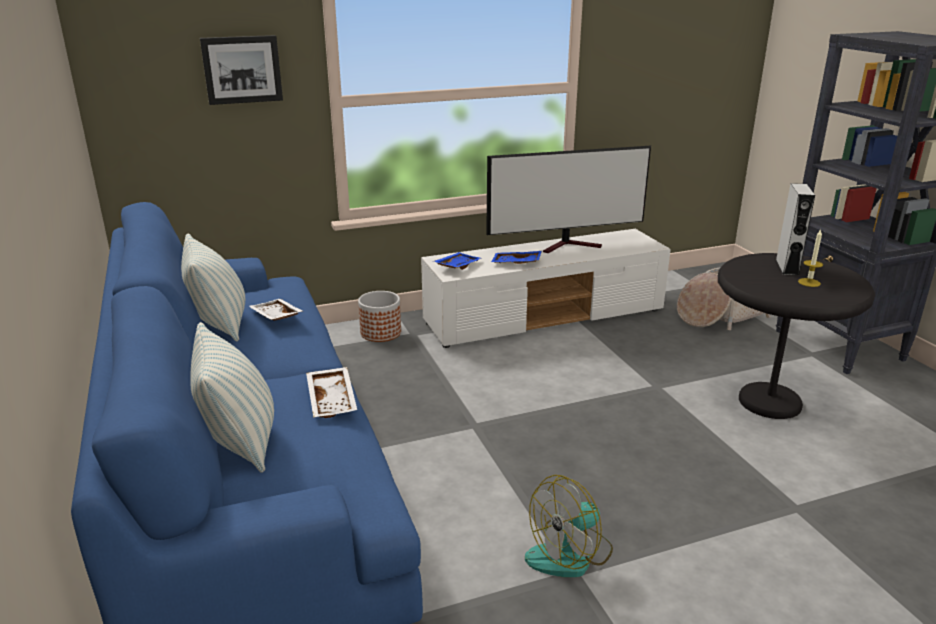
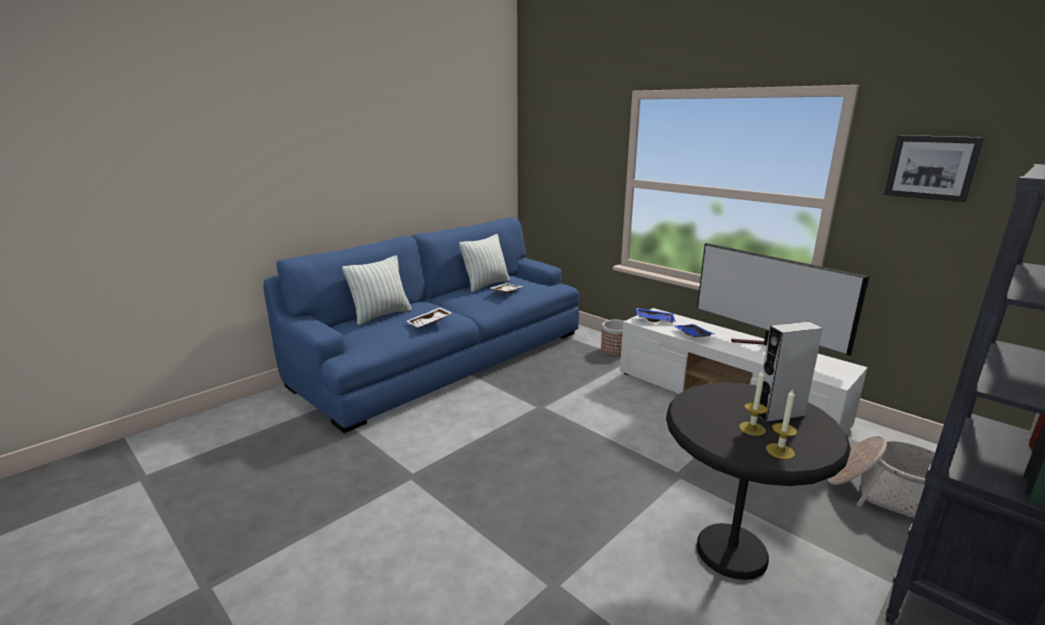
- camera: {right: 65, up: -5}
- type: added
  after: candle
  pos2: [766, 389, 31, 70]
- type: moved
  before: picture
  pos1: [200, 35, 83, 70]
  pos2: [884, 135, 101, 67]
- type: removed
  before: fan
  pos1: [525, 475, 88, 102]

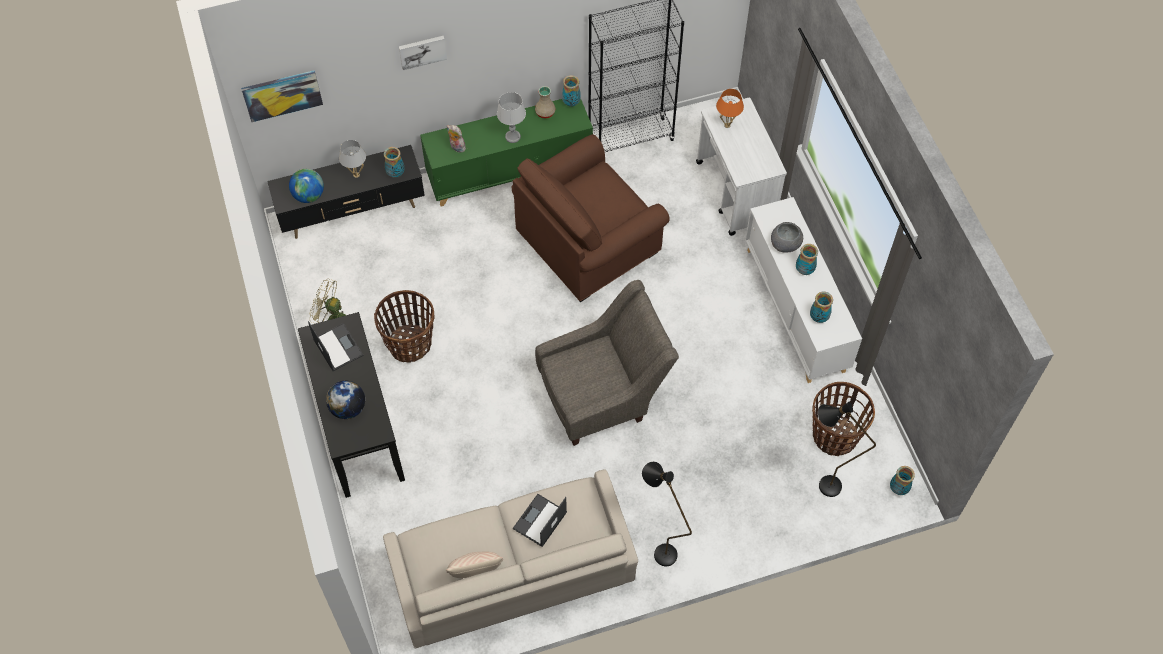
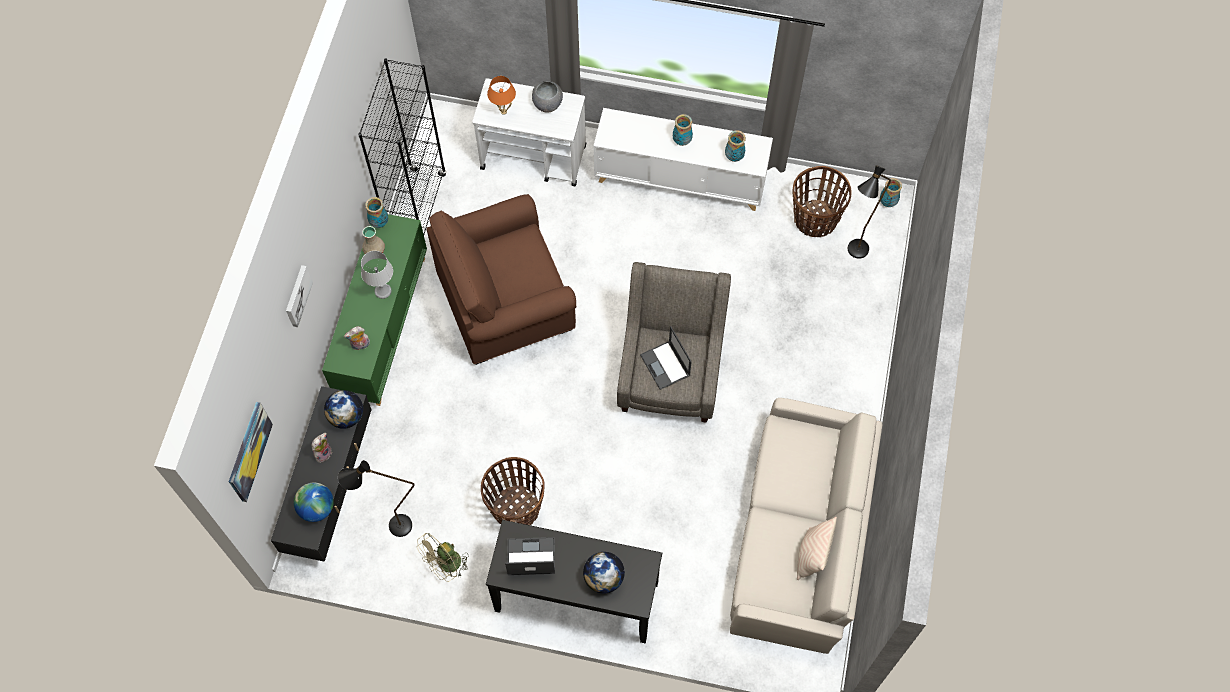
- camera: {right: -60, up: 5}
- type: replaced
  before: table lamp/white
  after: plush toy
  pos1: [339, 140, 27, 38]
  pos2: [311, 433, 21, 30]
- type: replaced
  before: vase
  after: globe
  pos1: [384, 147, 21, 31]
  pos2: [324, 390, 39, 39]
- type: moved
  before: floor lamp/black
  pos1: [642, 462, 50, 104]
  pos2: [338, 460, 77, 77]
- type: turned
  before: armchair/brown
  pos1: [511, 134, 159, 168]
  pos2: [426, 194, 150, 171]
  turn: 75
- type: moved
  before: bowl/grey
  pos1: [771, 222, 32, 30]
  pos2: [532, 81, 31, 32]
- type: moved
  before: laptop
  pos1: [512, 494, 55, 53]
  pos2: [640, 326, 52, 64]

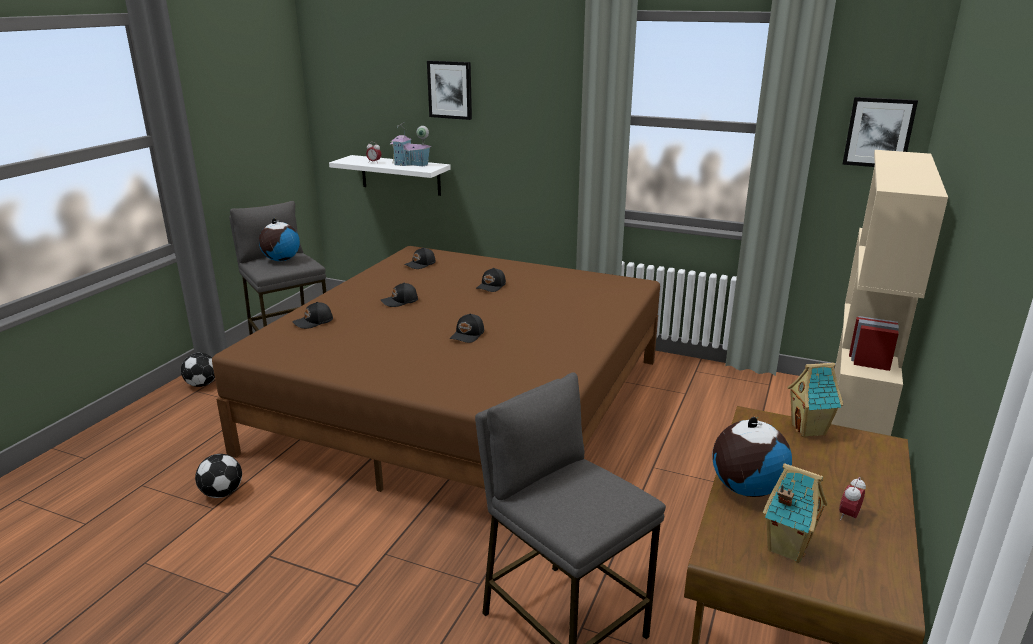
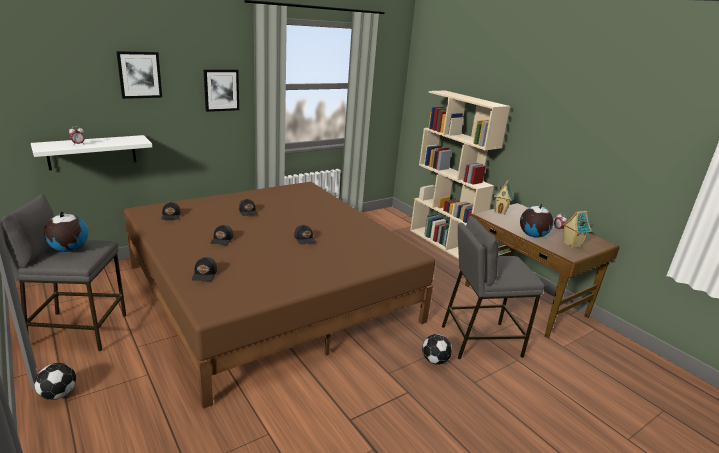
- camera: {right: -60, up: 0}
- type: moved
  before: picture
  pos1: [842, 97, 76, 70]
  pos2: [203, 69, 36, 43]
- type: moved
  before: football
  pos1: [195, 454, 47, 44]
  pos2: [422, 334, 30, 31]
- type: removed
  before: toy house
  pos1: [389, 122, 43, 44]

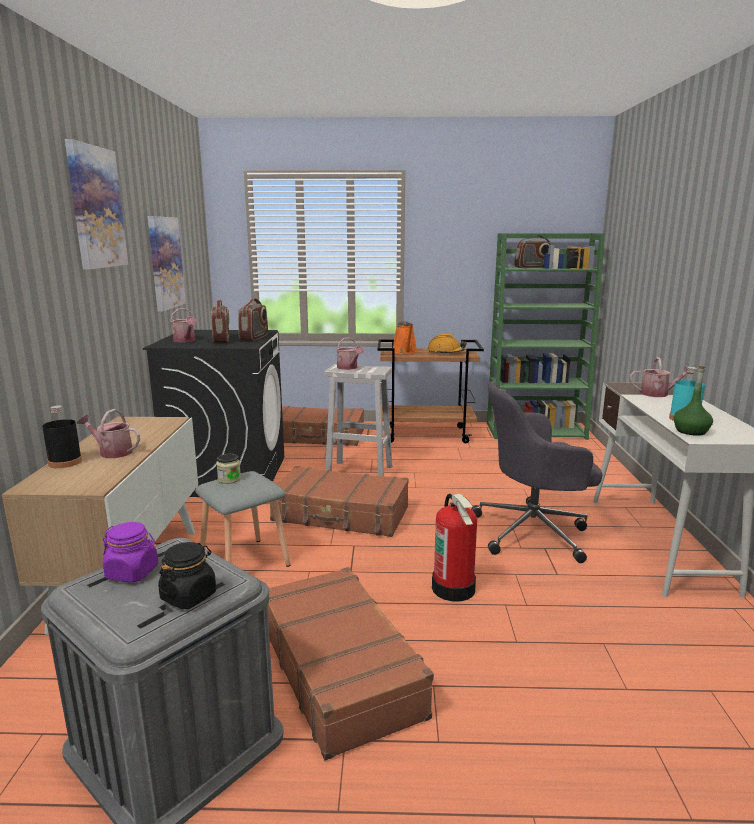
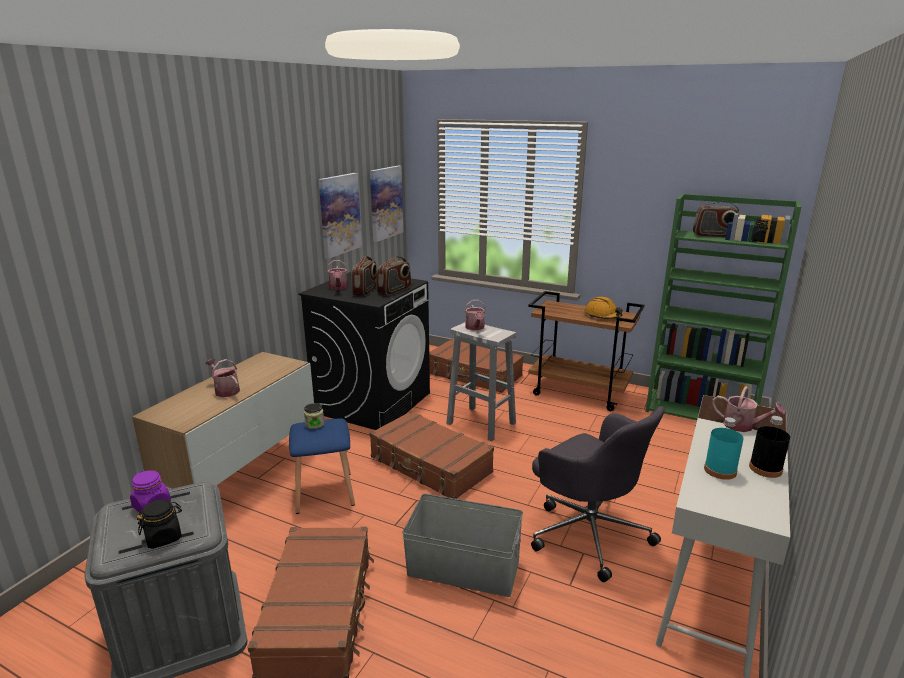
- camera: {right: 25, up: 5}
- type: recoloured
  before: stool/grey
  after: stool/blue
  pos1: [195, 471, 96, 96]
  pos2: [289, 418, 66, 96]
- type: moved
  before: picture
  pos1: [65, 139, 63, 131]
  pos2: [370, 166, 33, 76]
- type: replaced
  before: fire extinguisher
  after: storage box/grey
  pos1: [432, 494, 45, 108]
  pos2: [402, 494, 121, 103]
- type: turned
  before: office chair/grey
  pos1: [471, 381, 131, 182]
  pos2: [531, 406, 133, 176]
  turn: -150
- type: moved
  before: bottle/black
  pos1: [42, 406, 40, 62]
  pos2: [749, 416, 41, 62]
- type: removed
  before: watering can/orange
  pos1: [393, 321, 25, 33]
- type: removed
  before: bottle/green
  pos1: [673, 365, 40, 71]

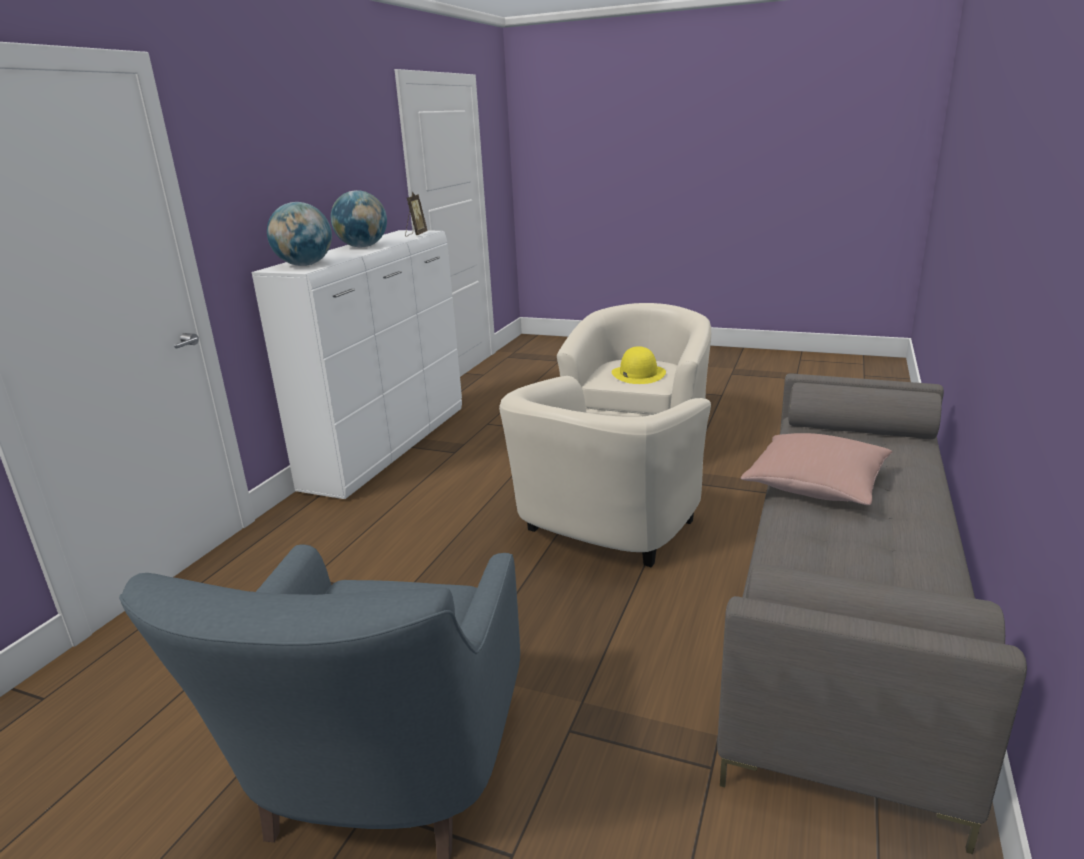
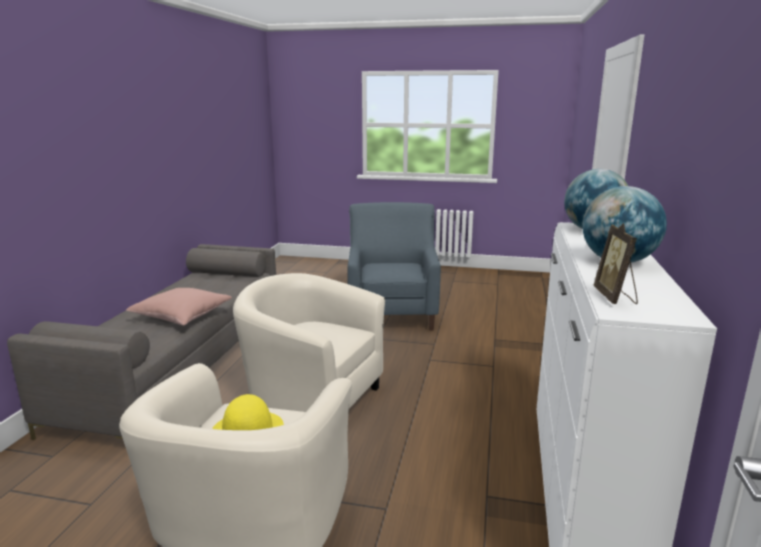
- camera: {right: 170, up: -5}
- type: turned
  before: armchair/beige
  pos1: [499, 376, 212, 191]
  pos2: [233, 273, 152, 139]
  turn: -90

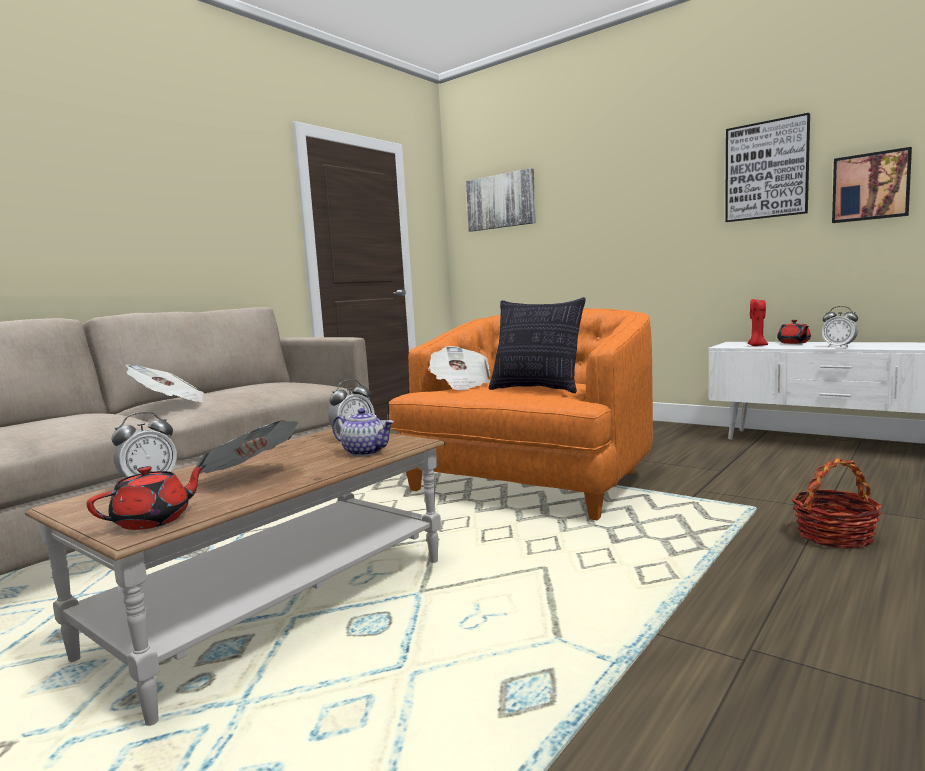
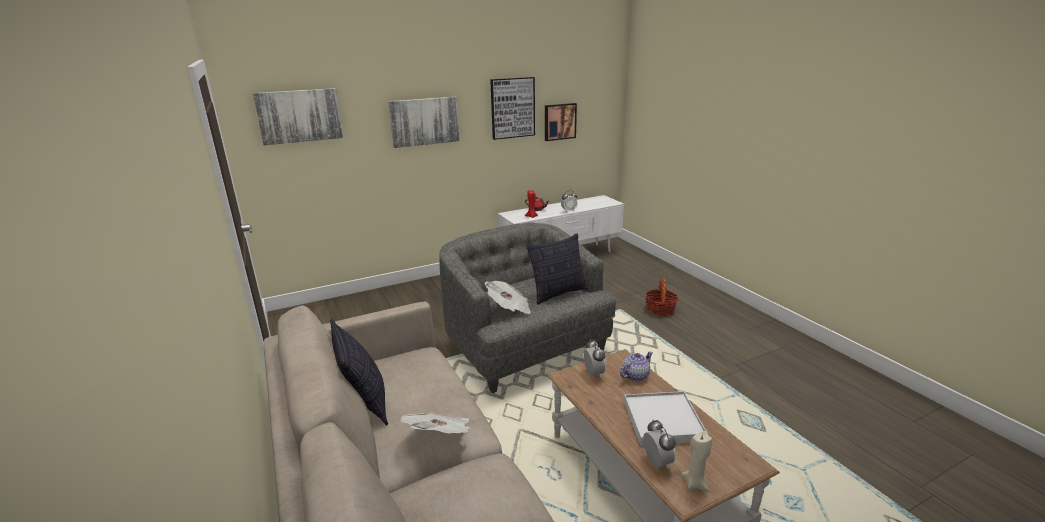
- camera: {right: -65, up: 15}
- type: added
  after: pillow
  pos2: [330, 319, 58, 107]
- type: added
  after: picture
  pos2: [388, 97, 72, 51]
- type: recoloured
  before: armchair/orange
  after: armchair/grey
  pos1: [389, 308, 264, 213]
  pos2: [440, 222, 176, 171]
- type: replaced
  before: newspaper
  after: tray/white
  pos1: [195, 420, 103, 54]
  pos2: [624, 391, 84, 55]
- type: added
  after: candle/beige
  pos2: [681, 431, 31, 61]
- type: removed
  before: teapot/red
  pos1: [86, 464, 121, 66]

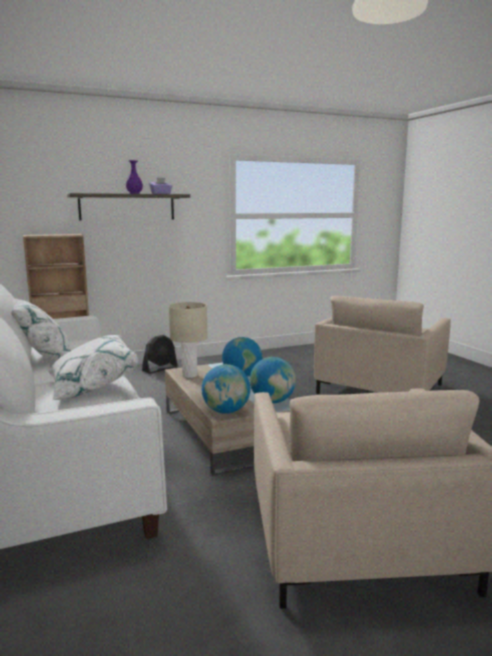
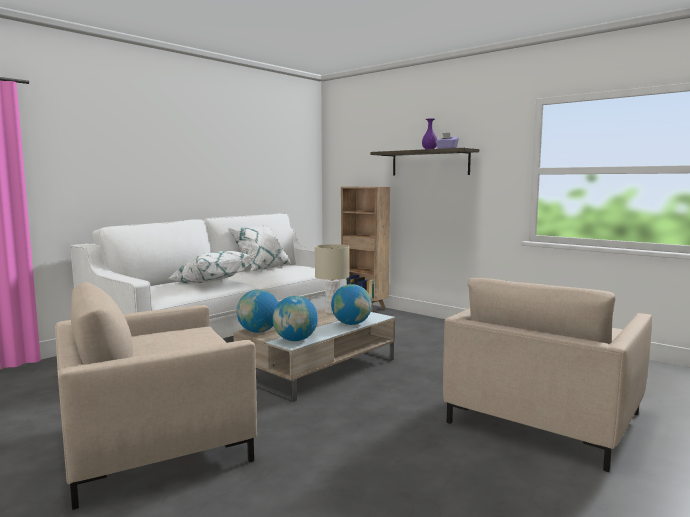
- camera: {right: 65, up: -5}
- type: turned
  before: armchair/beige
  pos1: [314, 296, 137, 98]
  pos2: [443, 278, 209, 194]
  turn: -60
- type: removed
  before: fan/black
  pos1: [142, 335, 36, 39]

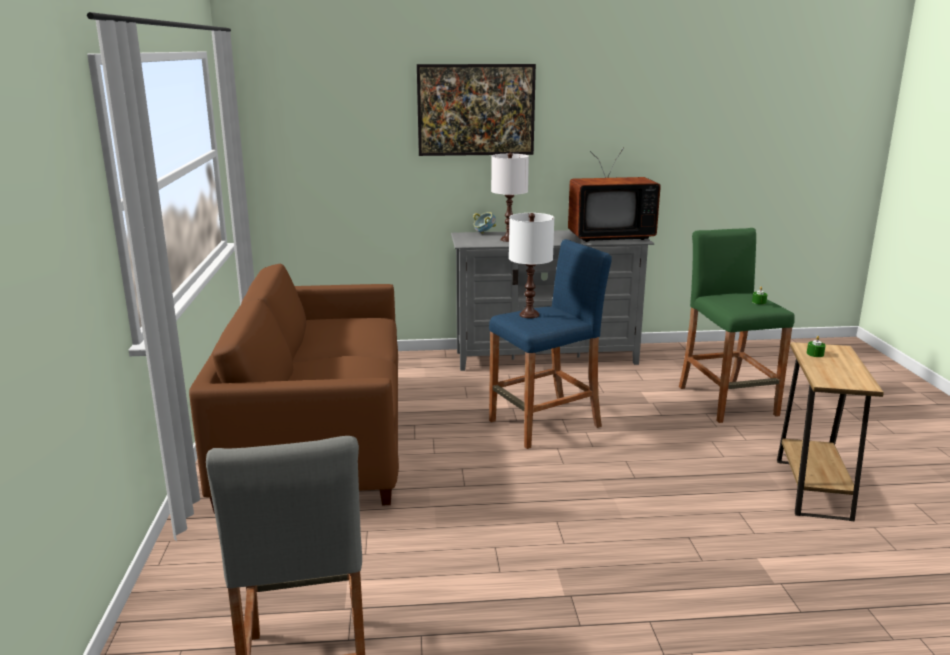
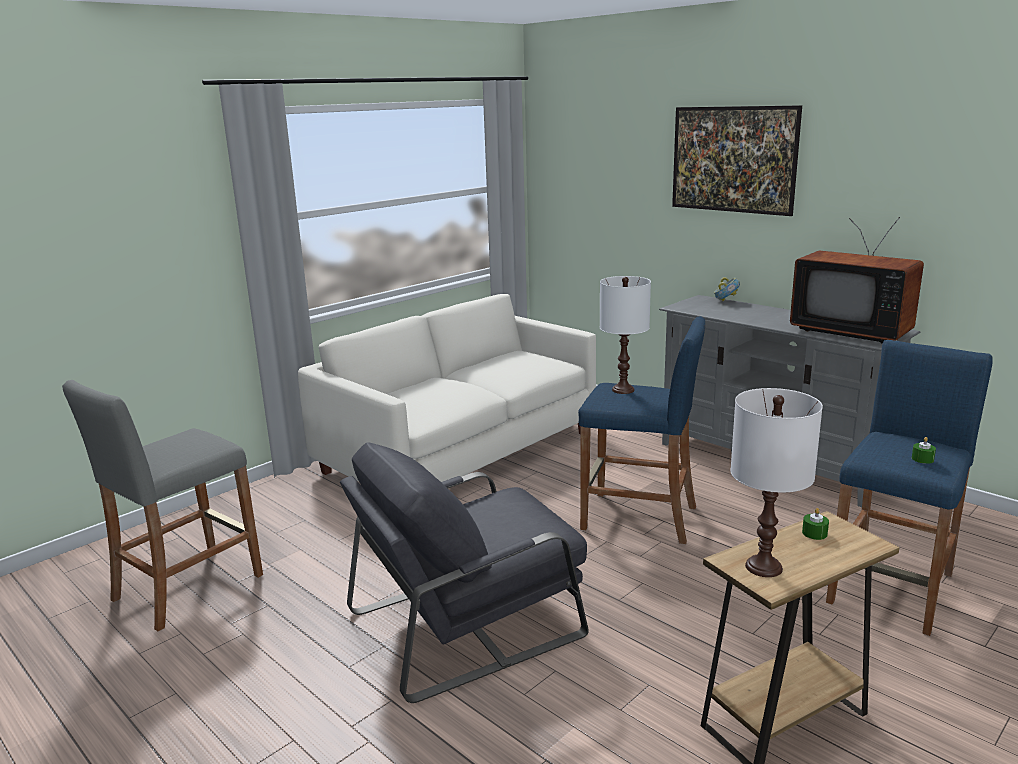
- camera: {right: 50, up: 0}
- type: recoloured
  before: sofa/brown
  after: sofa/white
  pos1: [189, 264, 210, 250]
  pos2: [298, 294, 298, 188]
- type: added
  after: armchair/grey
  pos2: [340, 442, 249, 261]
- type: moved
  before: table lamp/white
  pos1: [491, 152, 38, 90]
  pos2: [730, 388, 93, 189]
- type: recoloured
  before: stool/green
  after: stool/blue
  pos1: [679, 228, 116, 195]
  pos2: [826, 340, 167, 296]

